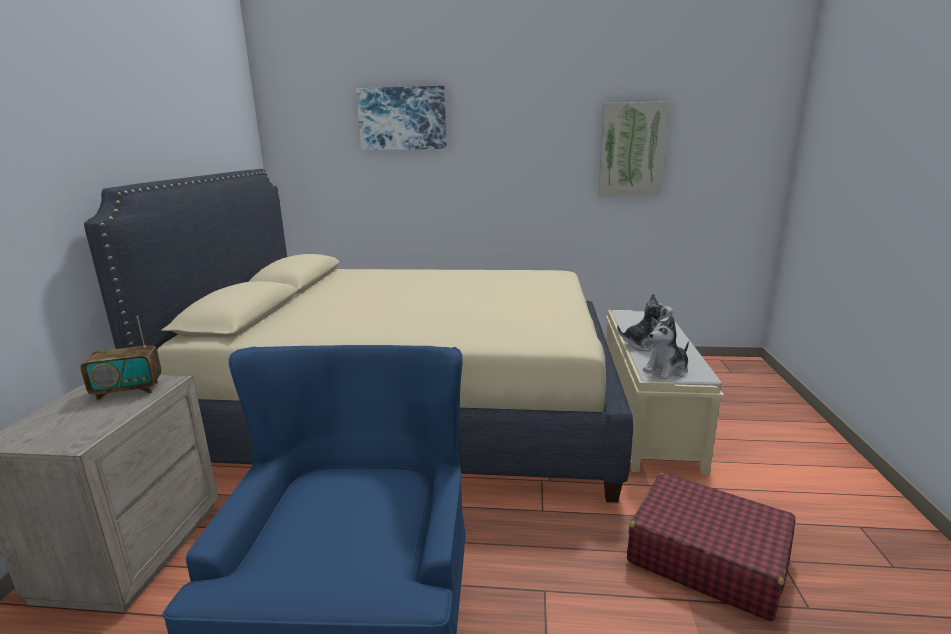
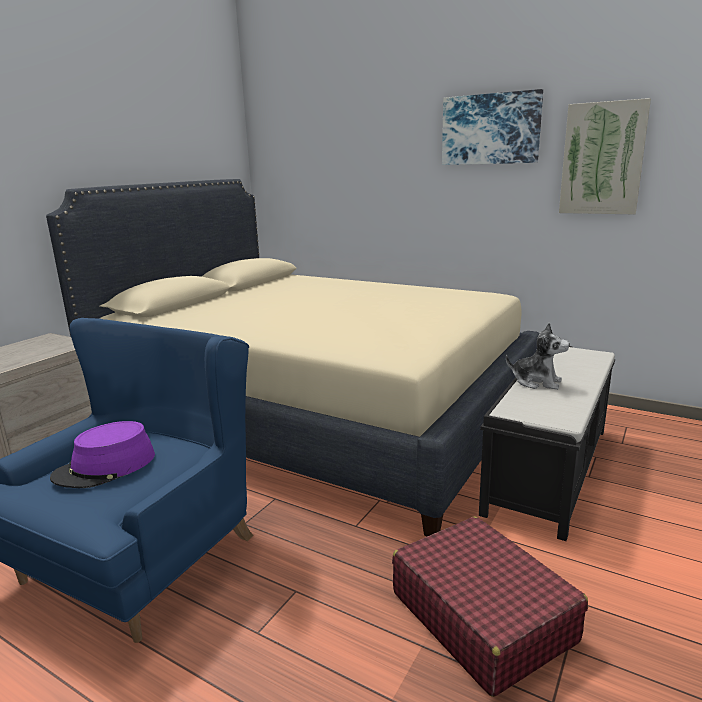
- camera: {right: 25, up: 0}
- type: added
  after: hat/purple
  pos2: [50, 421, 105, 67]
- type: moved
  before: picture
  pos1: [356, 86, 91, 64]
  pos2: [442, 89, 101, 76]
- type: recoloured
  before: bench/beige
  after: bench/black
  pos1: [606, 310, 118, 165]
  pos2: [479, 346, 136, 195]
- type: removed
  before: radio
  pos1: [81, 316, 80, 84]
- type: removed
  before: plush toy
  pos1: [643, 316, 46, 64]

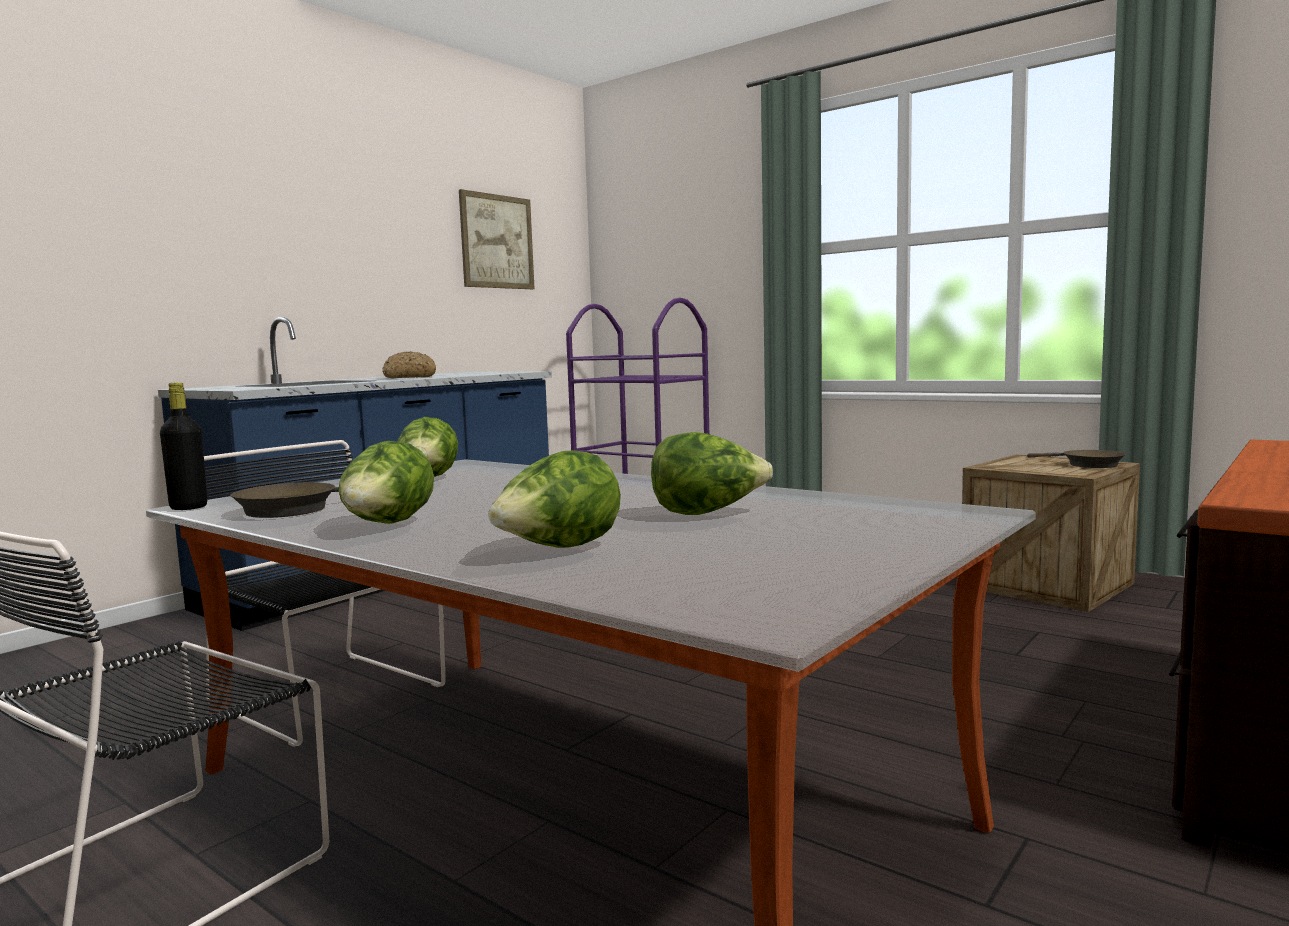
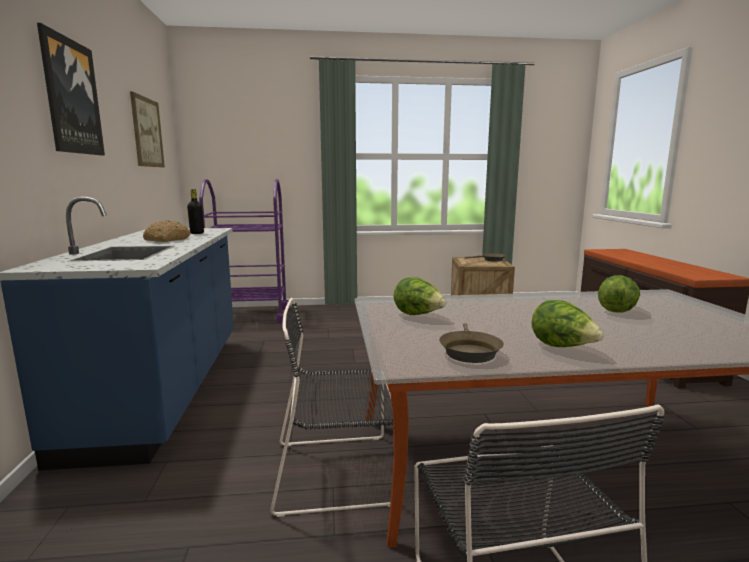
- camera: {right: -45, up: 5}
- type: added
  after: picture
  pos2: [37, 23, 68, 133]
- type: moved
  before: bottle/black
  pos1: [160, 382, 47, 128]
  pos2: [187, 189, 17, 45]
- type: removed
  before: lettuce
  pos1: [488, 450, 133, 98]

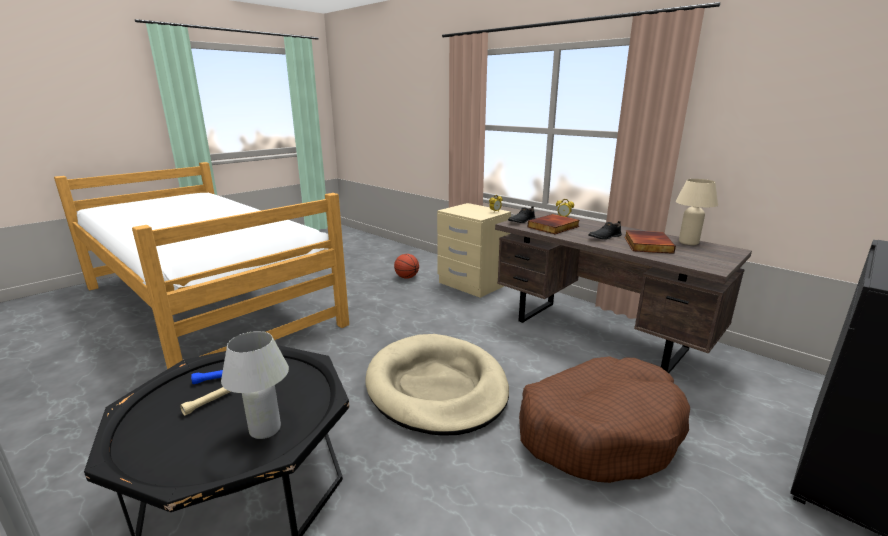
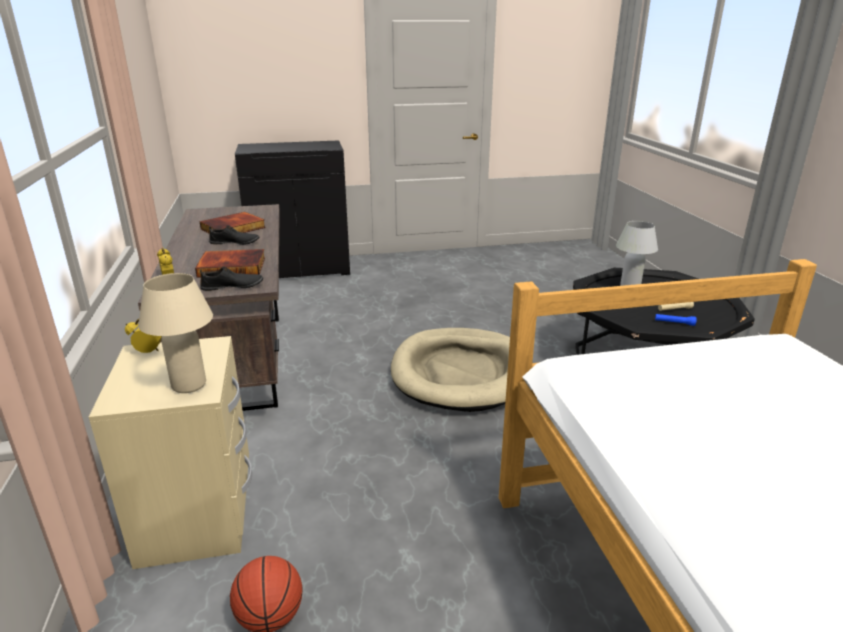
- camera: {right: -145, up: 5}
- type: moved
  before: table lamp/beige
  pos1: [676, 179, 42, 66]
  pos2: [138, 273, 75, 120]
- type: removed
  before: dog bed/brown
  pos1: [519, 356, 171, 127]

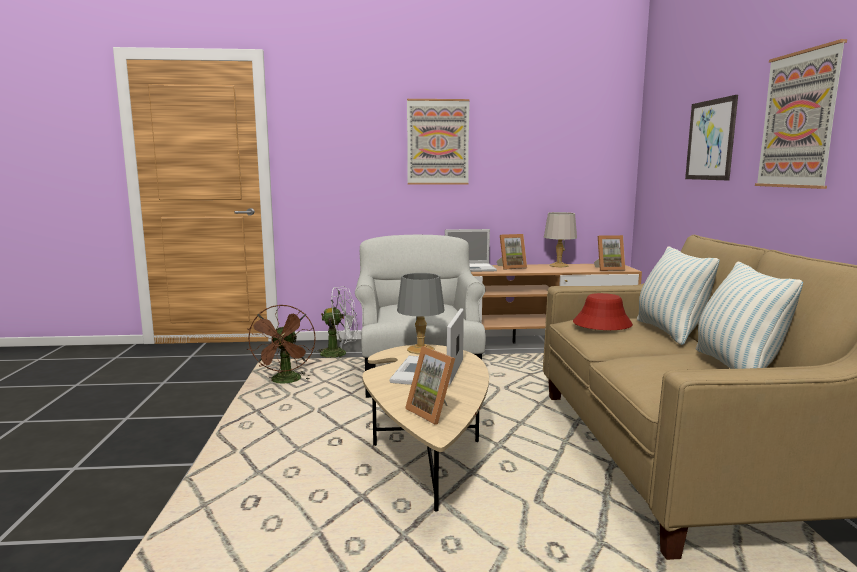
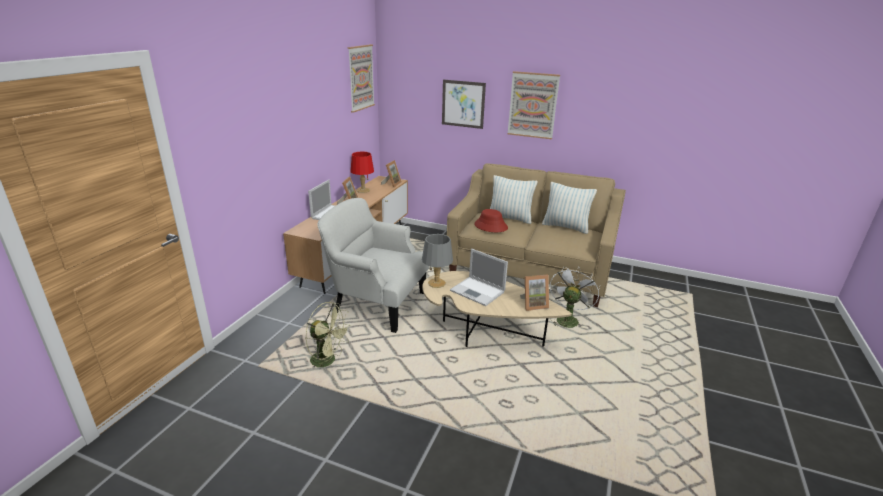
- camera: {right: -65, up: 15}
- type: recoloured
  before: fan/brown
  after: fan/green
  pos1: [247, 305, 69, 78]
  pos2: [305, 302, 46, 66]
- type: moved
  before: picture
  pos1: [407, 99, 63, 86]
  pos2: [348, 44, 27, 69]
- type: recoloured
  before: table lamp/grey
  after: table lamp/red
  pos1: [544, 212, 33, 55]
  pos2: [351, 152, 23, 41]
- type: moved
  before: fan/white
  pos1: [314, 286, 44, 72]
  pos2: [550, 267, 50, 61]

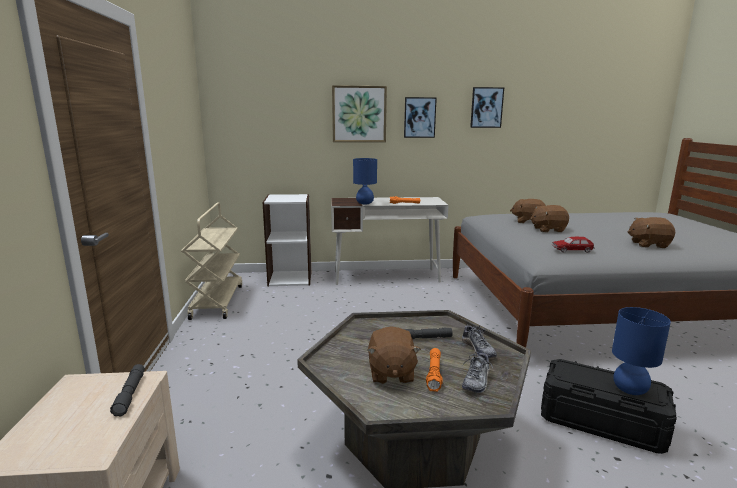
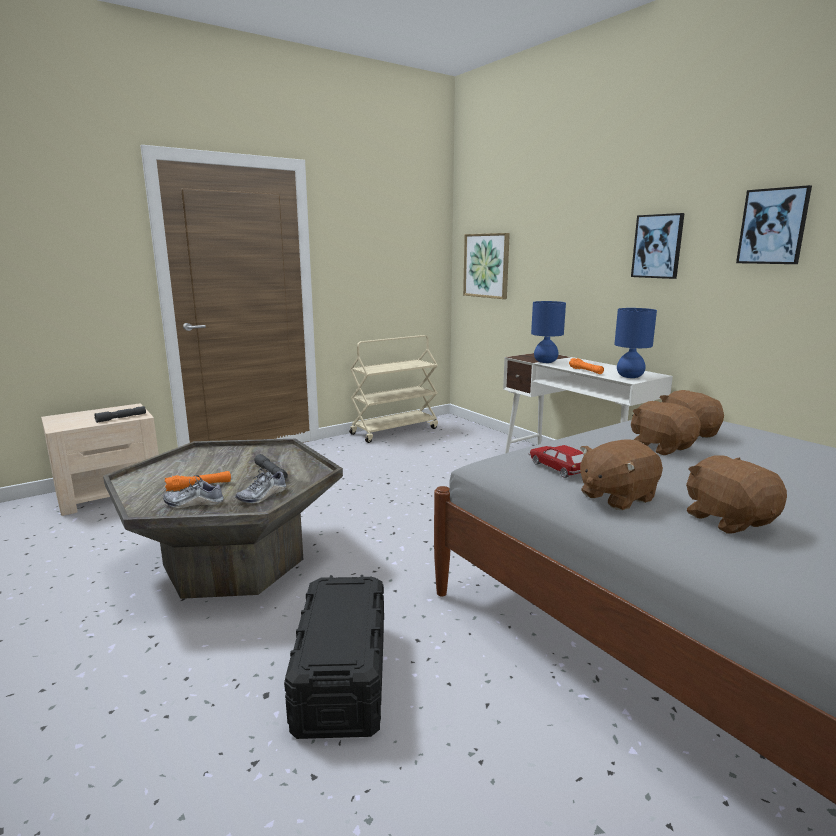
- camera: {right: 60, up: 0}
- type: moved
  before: picture
  pos1: [332, 85, 55, 57]
  pos2: [463, 233, 47, 66]
- type: moved
  before: plush toy/brown
  pos1: [367, 326, 54, 58]
  pos2: [580, 439, 83, 71]
- type: moved
  before: table lamp/blue
  pos1: [612, 307, 59, 88]
  pos2: [614, 308, 43, 70]
- type: removed
  before: bookcase/white
  pos1: [263, 194, 48, 92]

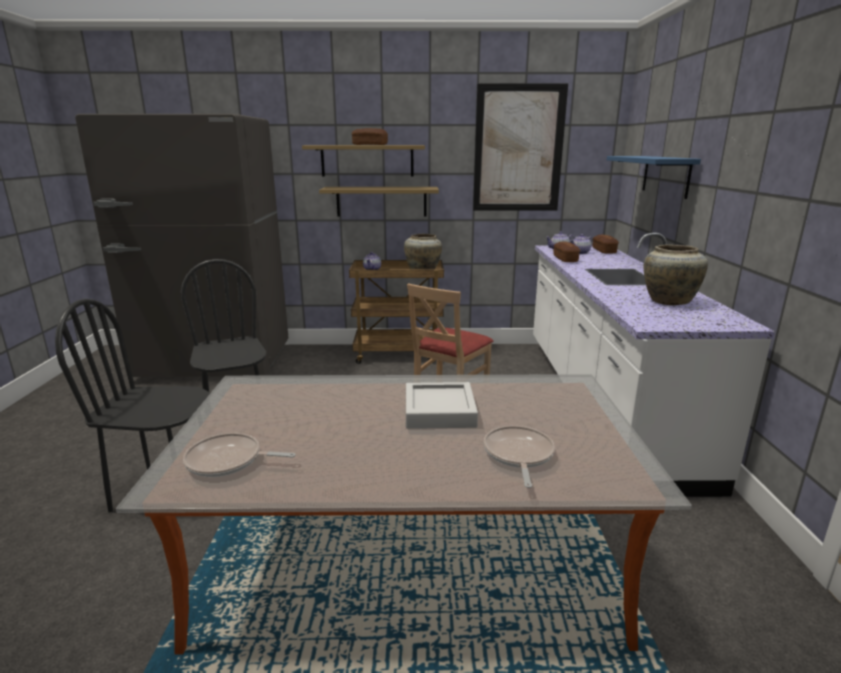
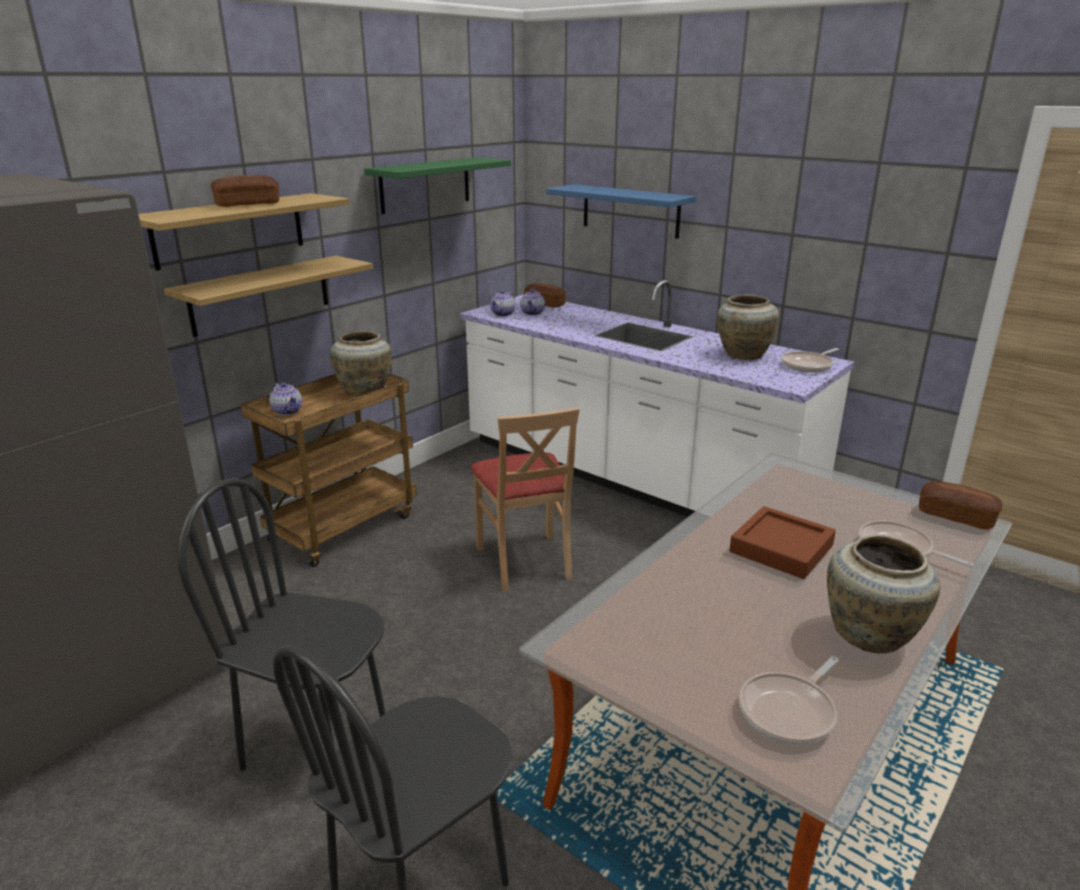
- camera: {right: -50, up: 5}
- type: replaced
  before: picture
  after: shelf/green
  pos1: [473, 83, 95, 128]
  pos2: [364, 157, 147, 57]
- type: recoloured
  before: tray/grey
  after: tray/brown
  pos1: [406, 382, 72, 47]
  pos2: [729, 506, 107, 73]
- type: added
  after: frying pan
  pos2: [781, 348, 58, 25]
- type: added
  after: vase/beige
  pos2: [827, 535, 113, 119]
- type: moved
  before: bread
  pos1: [553, 242, 27, 20]
  pos2: [919, 481, 83, 49]

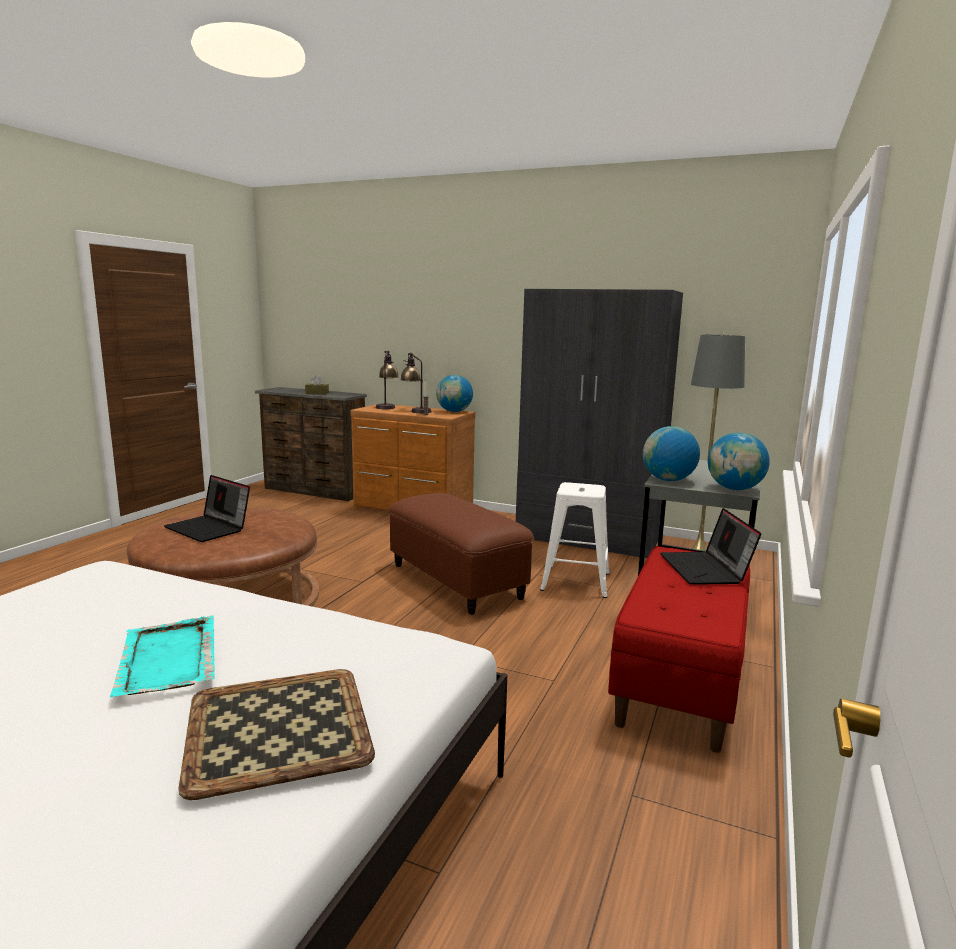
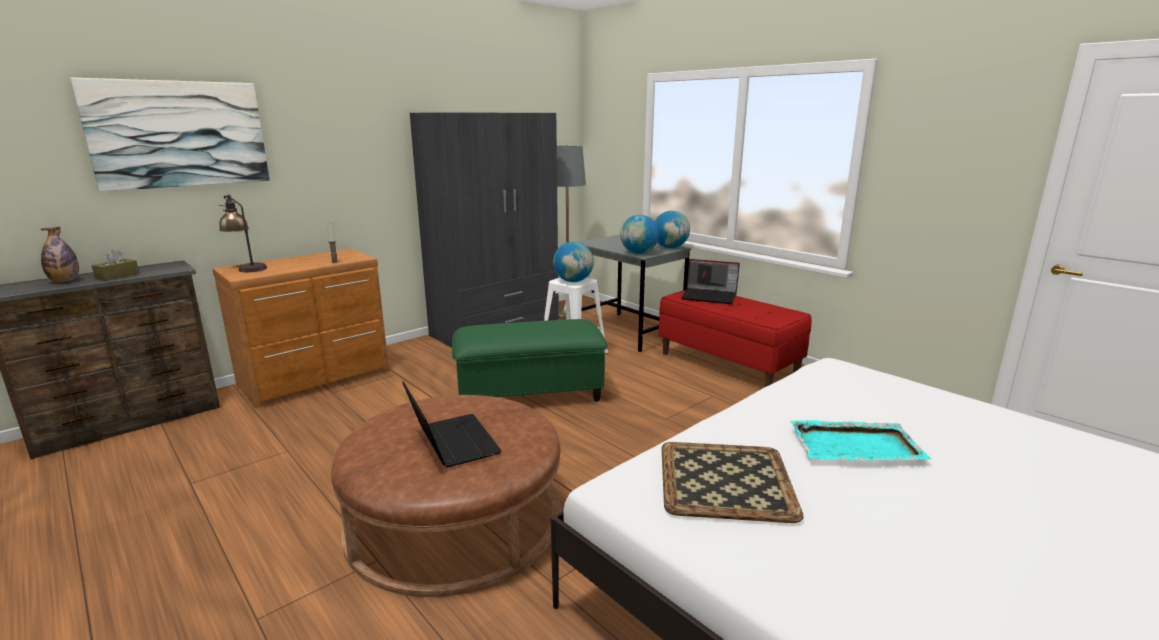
- camera: {right: -65, up: 5}
- type: added
  after: bottle
  pos2: [41, 227, 38, 55]
- type: added
  after: picture
  pos2: [70, 78, 200, 114]
- type: turned
  before: laptop
  pos1: [164, 475, 86, 67]
  pos2: [402, 381, 100, 87]
  turn: -90
- type: recoloured
  before: ottoman/brown
  after: ottoman/green
  pos1: [387, 493, 147, 122]
  pos2: [452, 319, 156, 83]
- type: moved
  before: globe
  pos1: [436, 375, 37, 37]
  pos2: [553, 241, 41, 41]
- type: moved
  before: tray
  pos1: [178, 669, 197, 131]
  pos2: [662, 442, 141, 81]
- type: removed
  before: table lamp
  pos1: [400, 353, 32, 60]

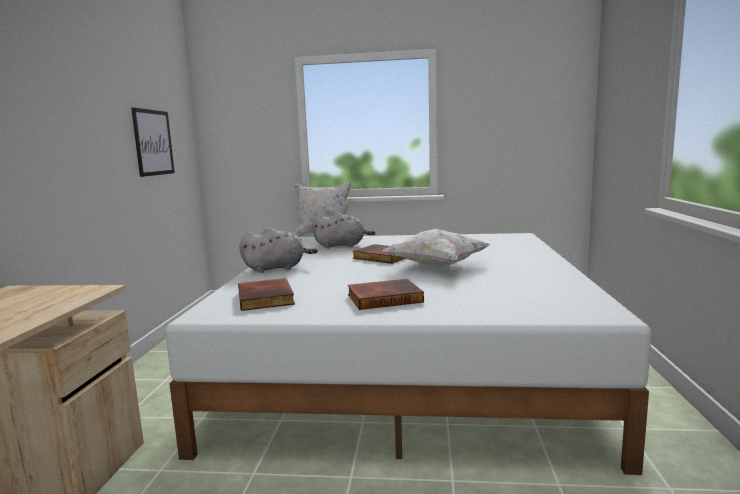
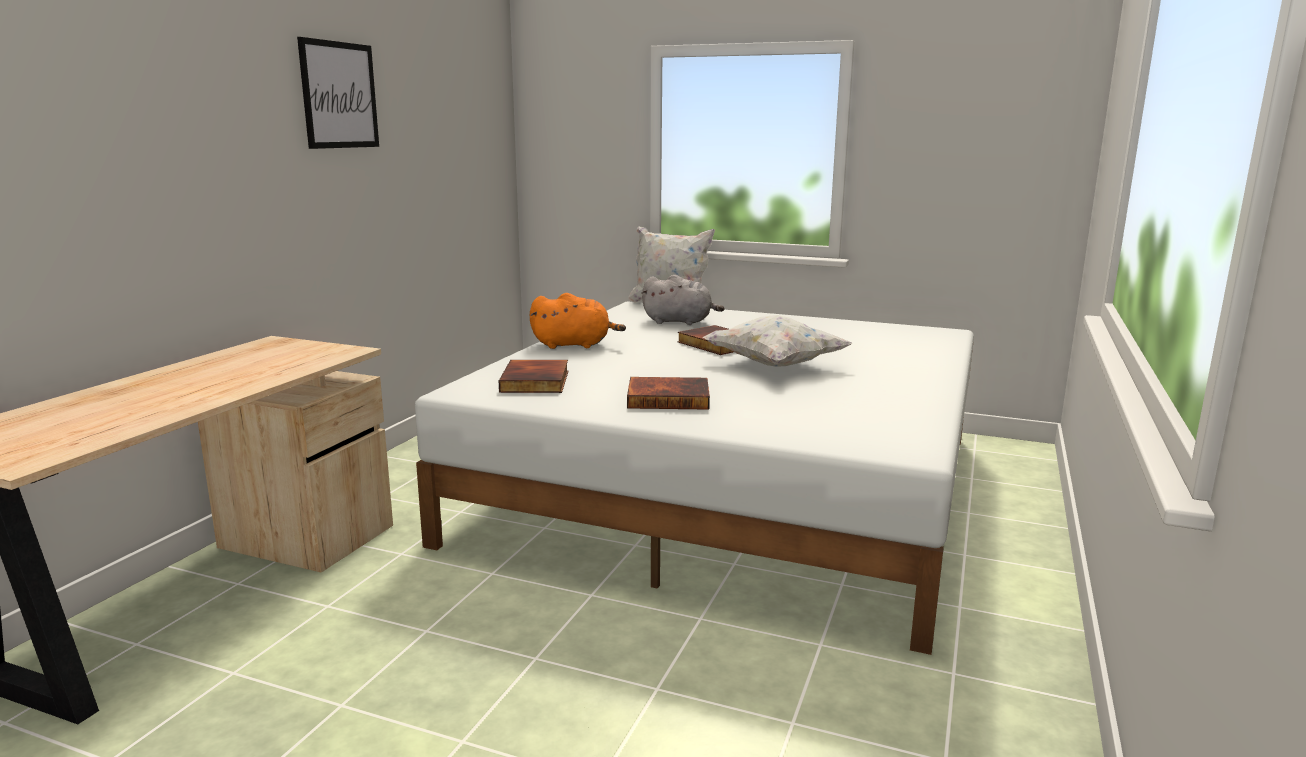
- camera: {right: 15, up: 5}
- type: moved
  before: picture
  pos1: [131, 107, 44, 70]
  pos2: [297, 37, 82, 112]
- type: recoloured
  before: plush toy/grey
  after: plush toy/orange
  pos1: [240, 228, 78, 45]
  pos2: [530, 293, 96, 56]

